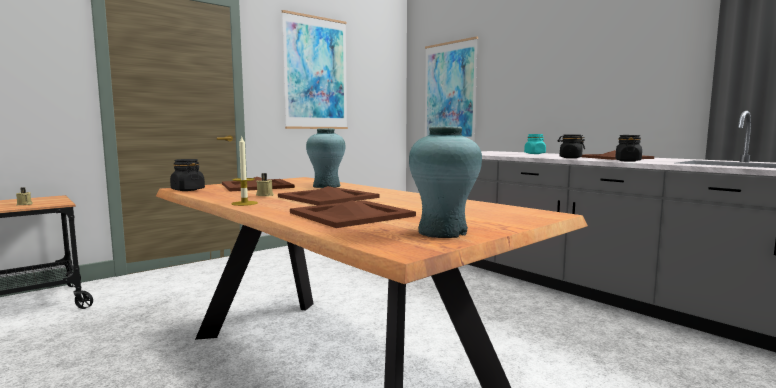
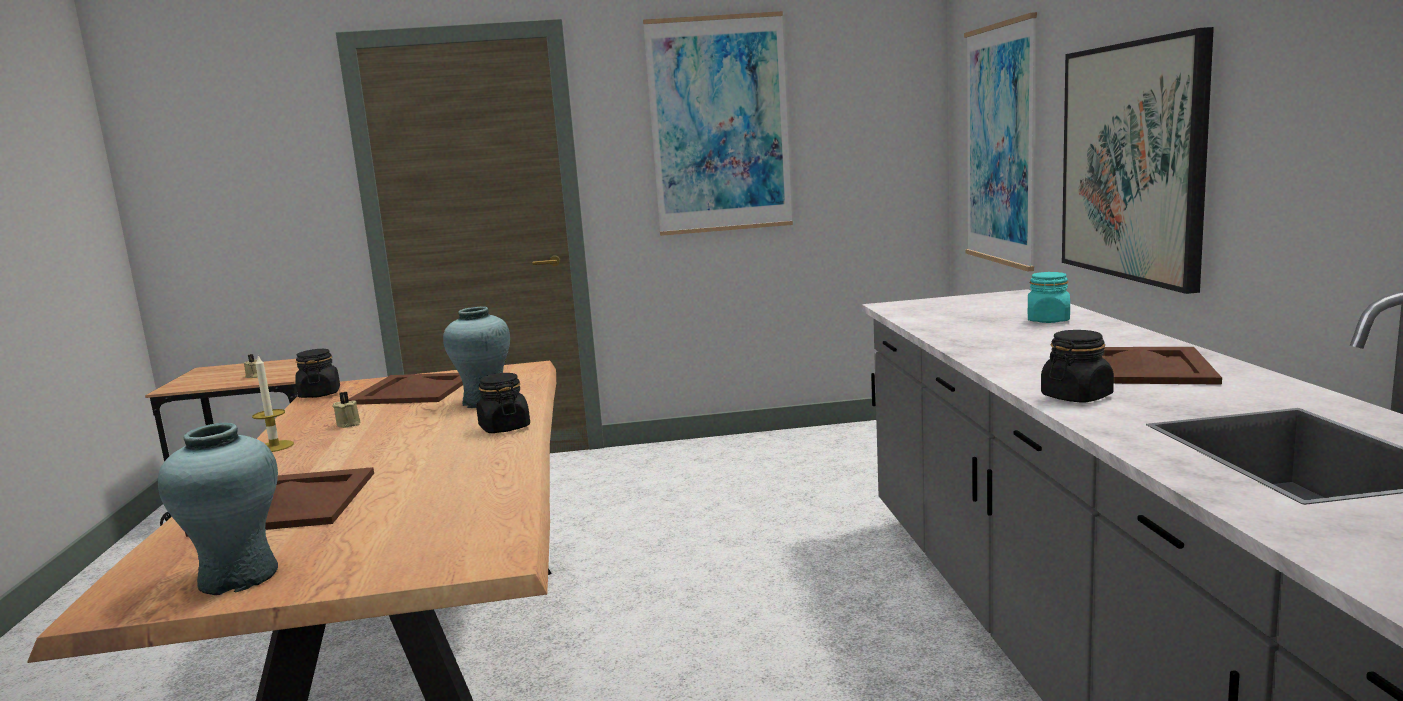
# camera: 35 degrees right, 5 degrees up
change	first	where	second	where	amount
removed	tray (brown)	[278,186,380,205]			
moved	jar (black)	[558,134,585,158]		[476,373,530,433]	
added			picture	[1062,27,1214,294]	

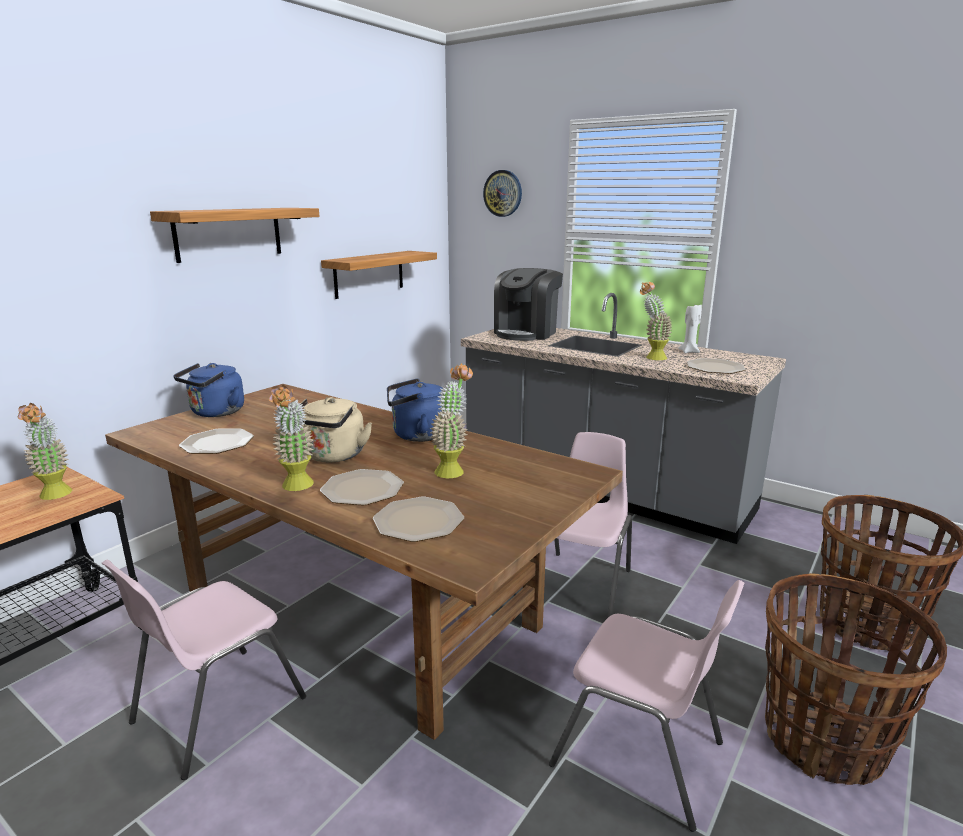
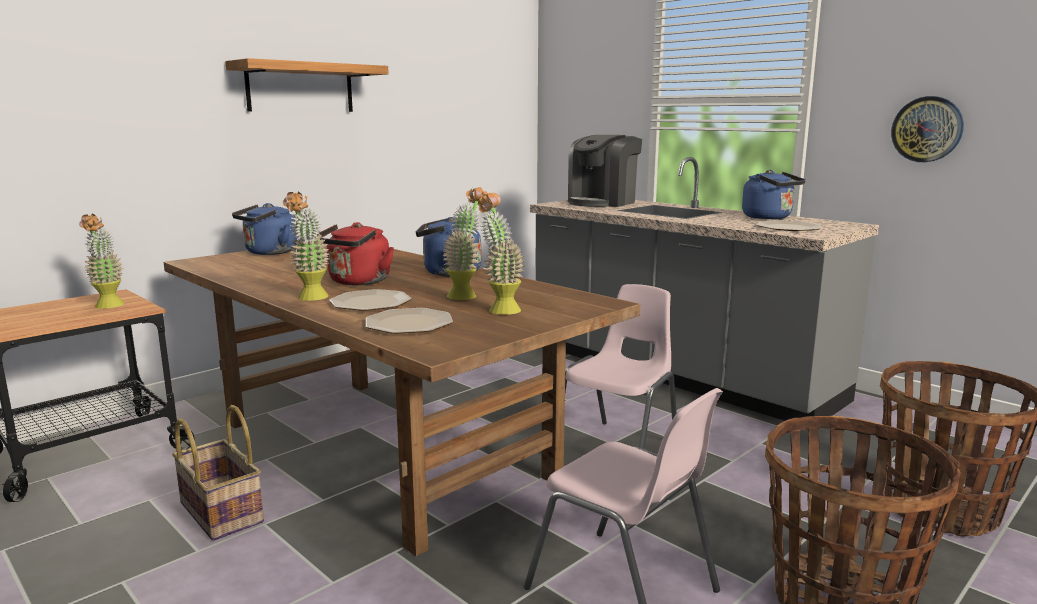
# camera: 10 degrees right, 5 degrees down
change	first	where	second	where	amount
replaced	chair (pink)	[102,560,306,780]	basket	[172,405,264,541]	
removed	plate	[179,429,254,454]			
recoloured	kettle (beige)	[300,397,372,463]	kettle (red)	[319,222,394,285]	
removed	shelf	[321,251,437,299]			
moved	wall clock	[483,170,522,217]		[891,96,964,162]	
moved	potted plant	[640,282,672,360]		[478,192,525,315]	
replaced	candle (white)	[678,303,702,353]	kettle (blue)	[742,170,806,219]	

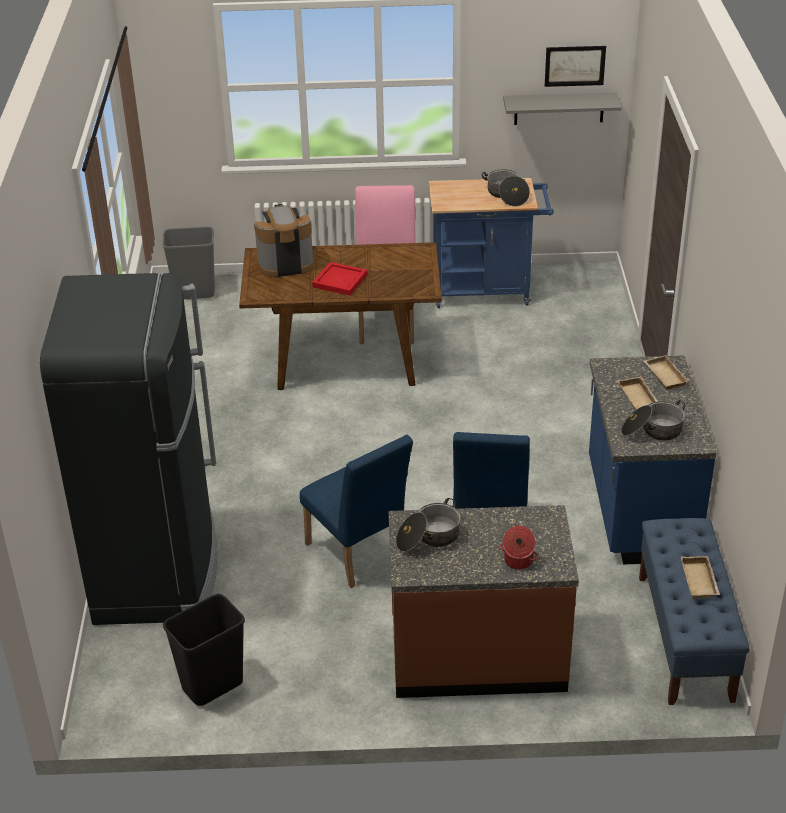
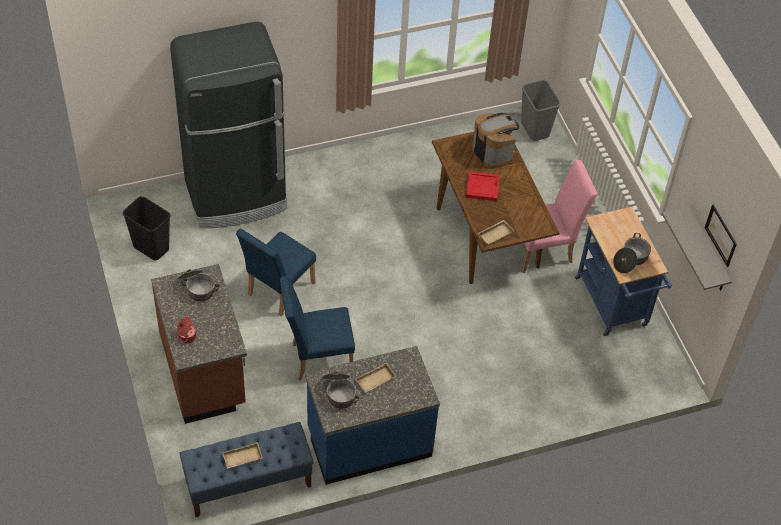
# camera: 70 degrees right, 15 degrees up
change	first	where	second	where	amount
moved	tray (beige)	[644,355,689,390]		[478,220,514,245]	

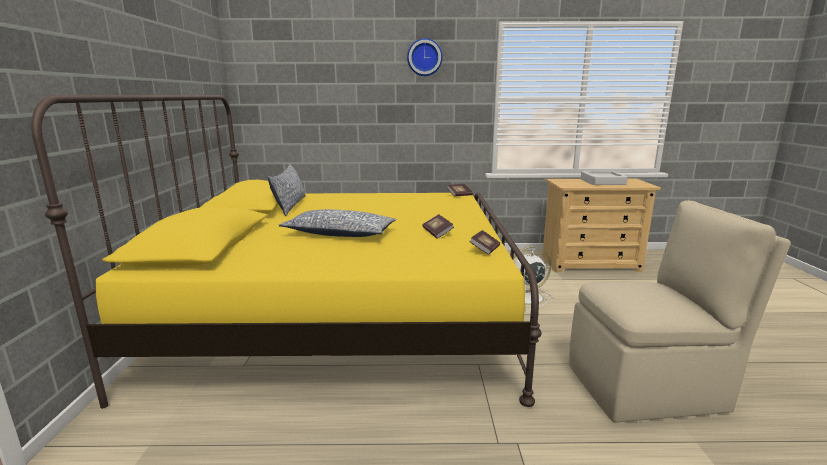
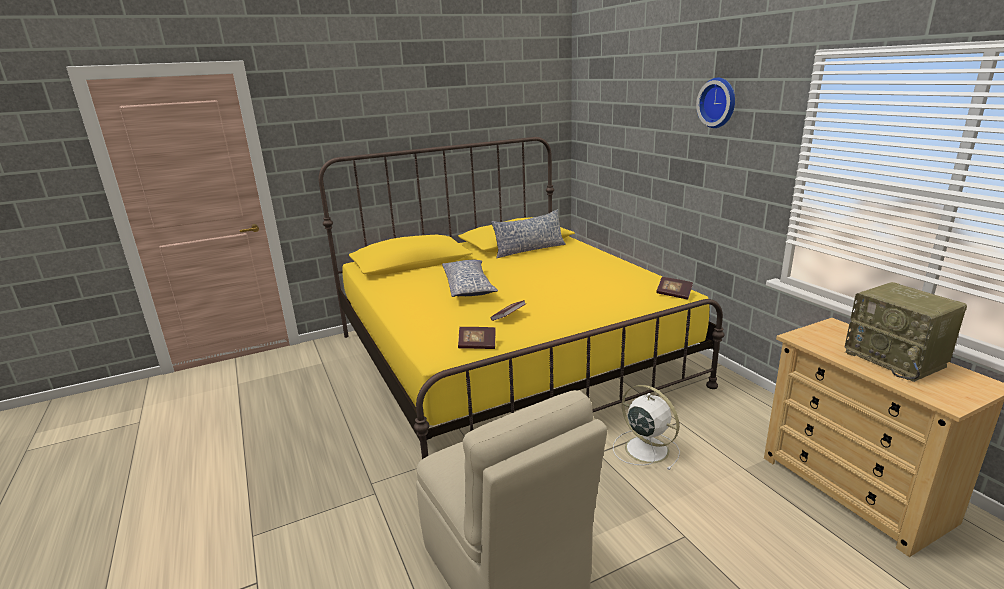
# camera: 65 degrees right, 5 degrees up
change	first	where	second	where	amount
replaced	tray (grey)	[581,171,628,185]	radio	[845,282,967,382]	

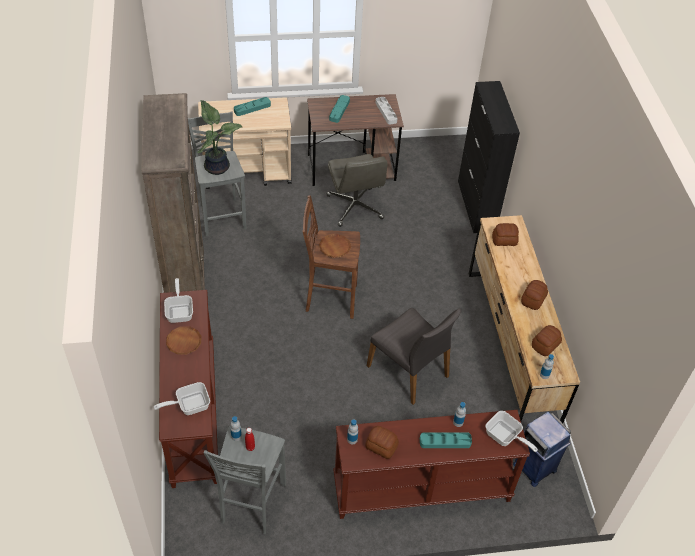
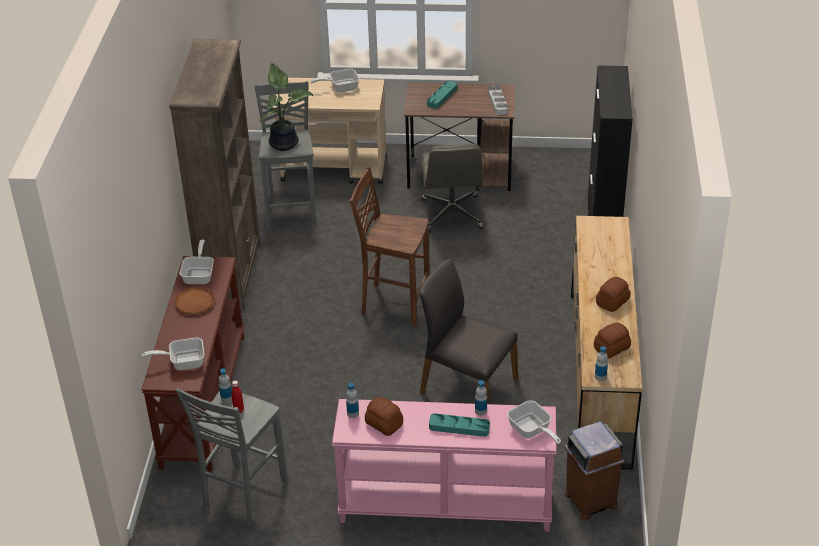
# camera: 15 degrees right, 10 degrees down
change	first	where	second	where	amount
replaced	tray (turquoise)	[234,97,271,116]	frying pan	[310,69,359,92]	
removed	plate (brown)	[319,234,351,258]			
recoloured	console table (brown)	[334,410,530,519]	console table (pink)	[332,399,556,532]	
turned	chair (grey)	[367,308,461,405]		[420,259,518,404]	150 degrees clockwise
removed	bread	[492,223,519,246]			
recoloured	trash can (blue)	[513,412,571,487]	trash can (brown)	[565,421,625,521]	

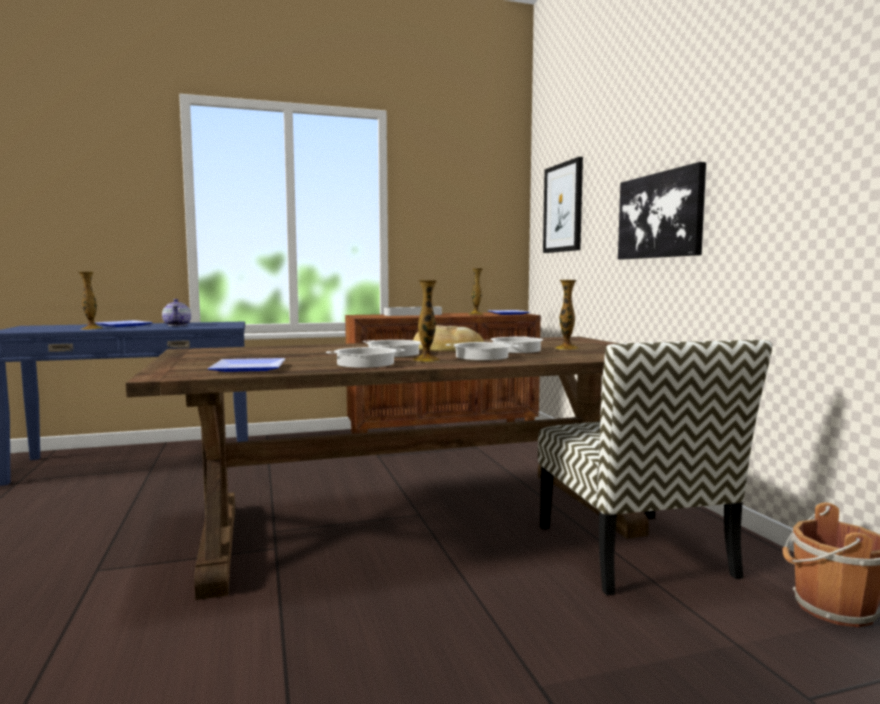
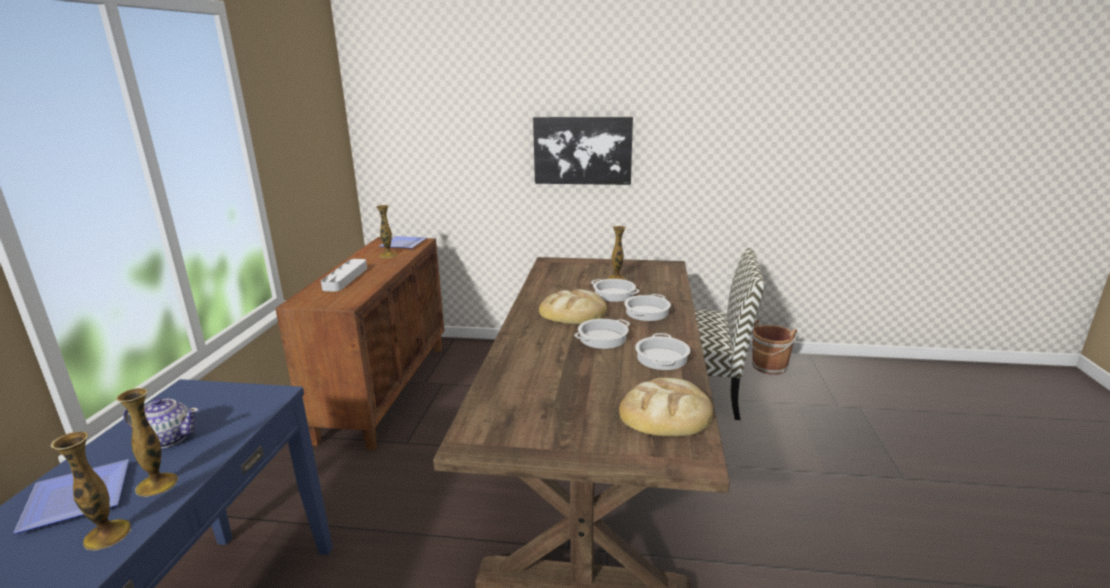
# camera: 65 degrees left, 15 degrees up
change	first	where	second	where	amount
replaced	plate	[208,358,286,372]	bread	[619,377,713,436]	
moved	vase	[412,280,440,362]		[116,388,178,497]	
removed	picture	[543,157,583,253]			

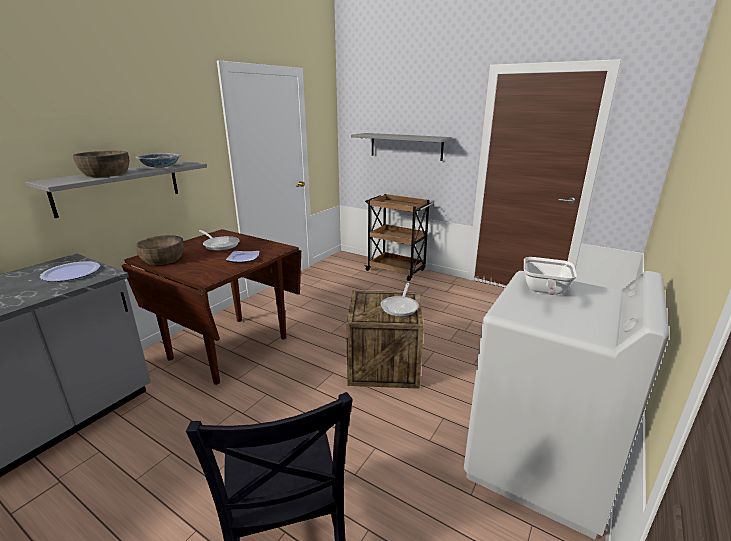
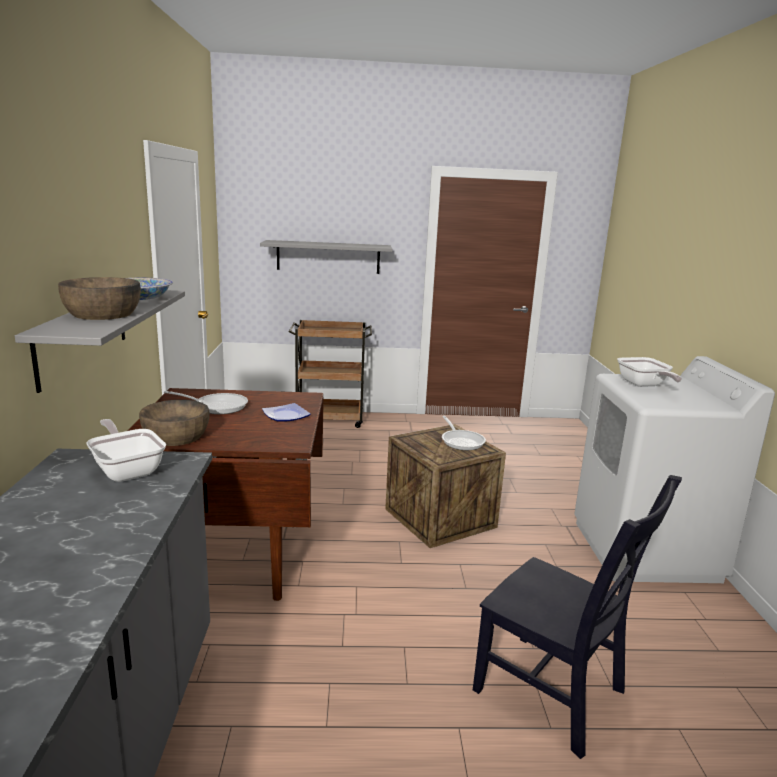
# camera: 35 degrees left, 5 degrees down
change	first	where	second	where	amount
replaced	plate	[40,261,100,282]	frying pan	[86,419,166,482]	

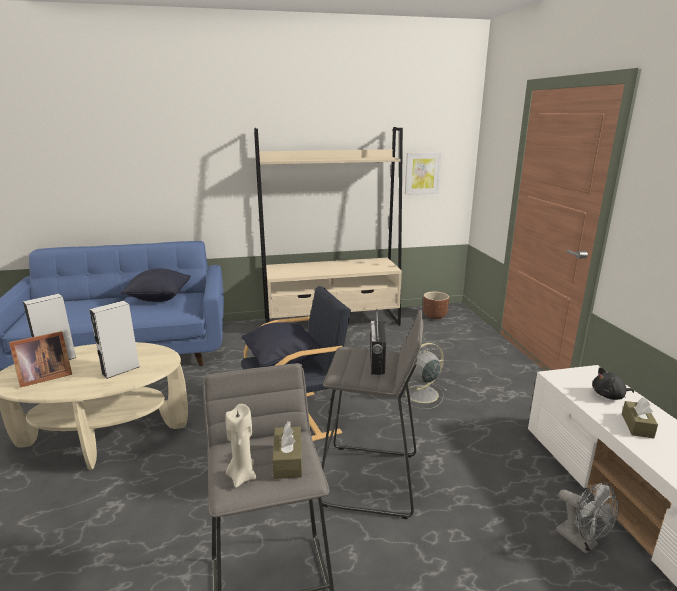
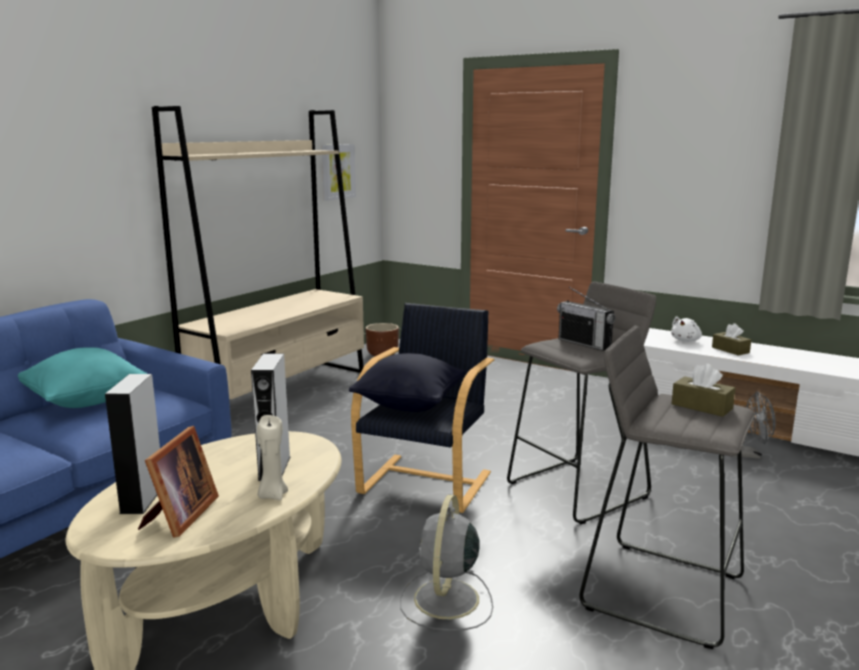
# camera: 45 degrees left, 5 degrees down
change	first	where	second	where	amount
recoloured	pillow (black)	[121,269,191,302]	pillow (turquoise)	[18,347,147,408]	
moved	candle (beige)	[225,404,256,488]		[257,415,288,500]	
moved	fan (grey)	[401,343,448,409]		[400,495,493,631]	
recoloured	plush toy (black)	[592,367,634,400]	plush toy (white)	[671,316,702,342]	

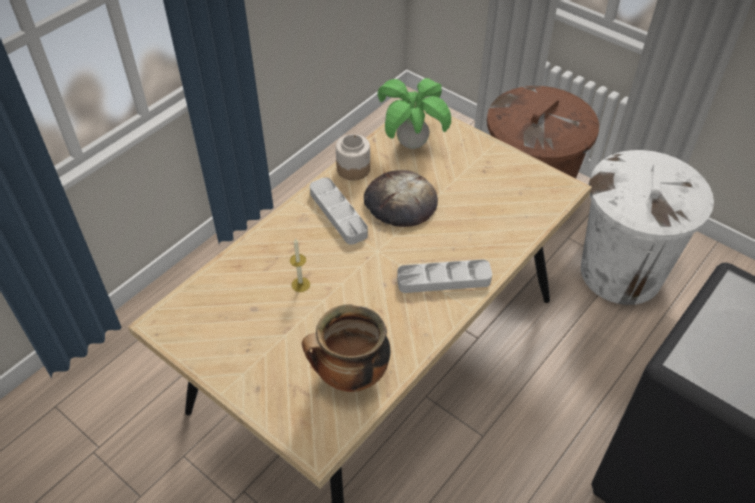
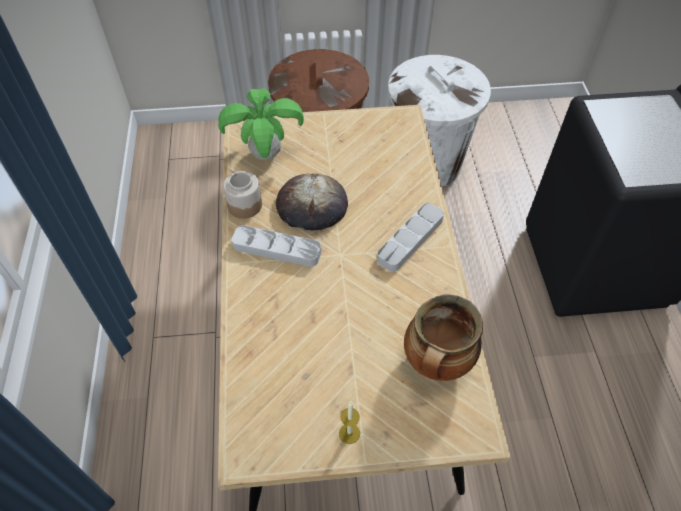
# camera: 45 degrees left, 5 degrees up
change	first	where	second	where	amount
moved	candle	[290,238,310,292]		[339,401,360,444]	

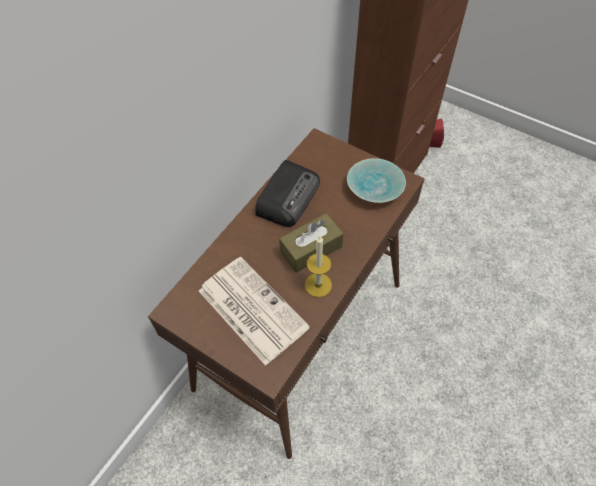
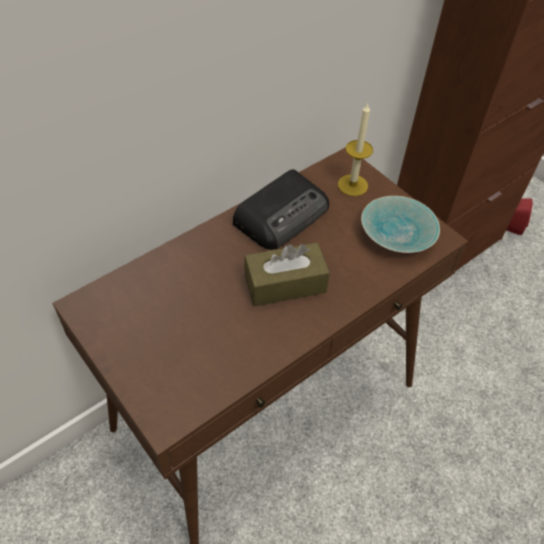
# camera: 15 degrees right, 5 degrees down
change	first	where	second	where	amount
removed	newspaper	[199,257,310,366]			
moved	candle	[305,236,332,297]		[338,103,373,196]	

